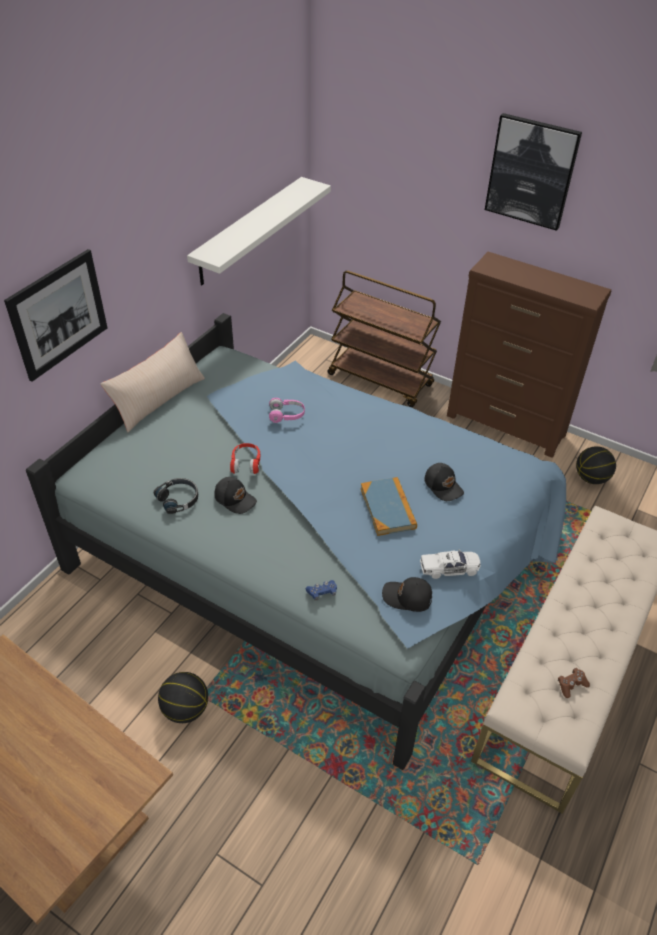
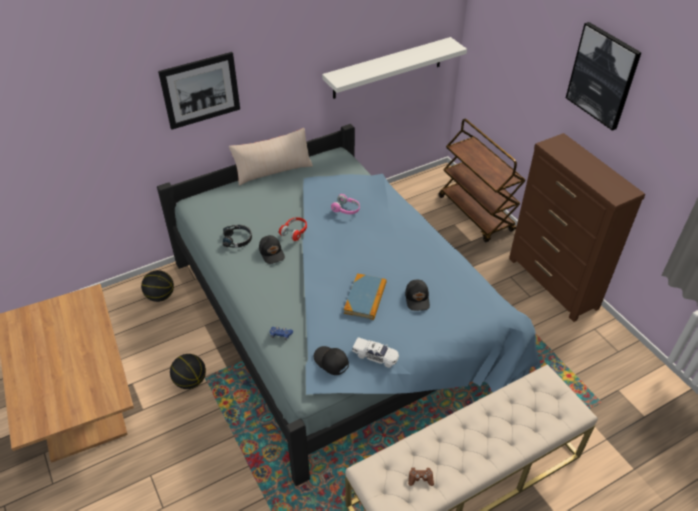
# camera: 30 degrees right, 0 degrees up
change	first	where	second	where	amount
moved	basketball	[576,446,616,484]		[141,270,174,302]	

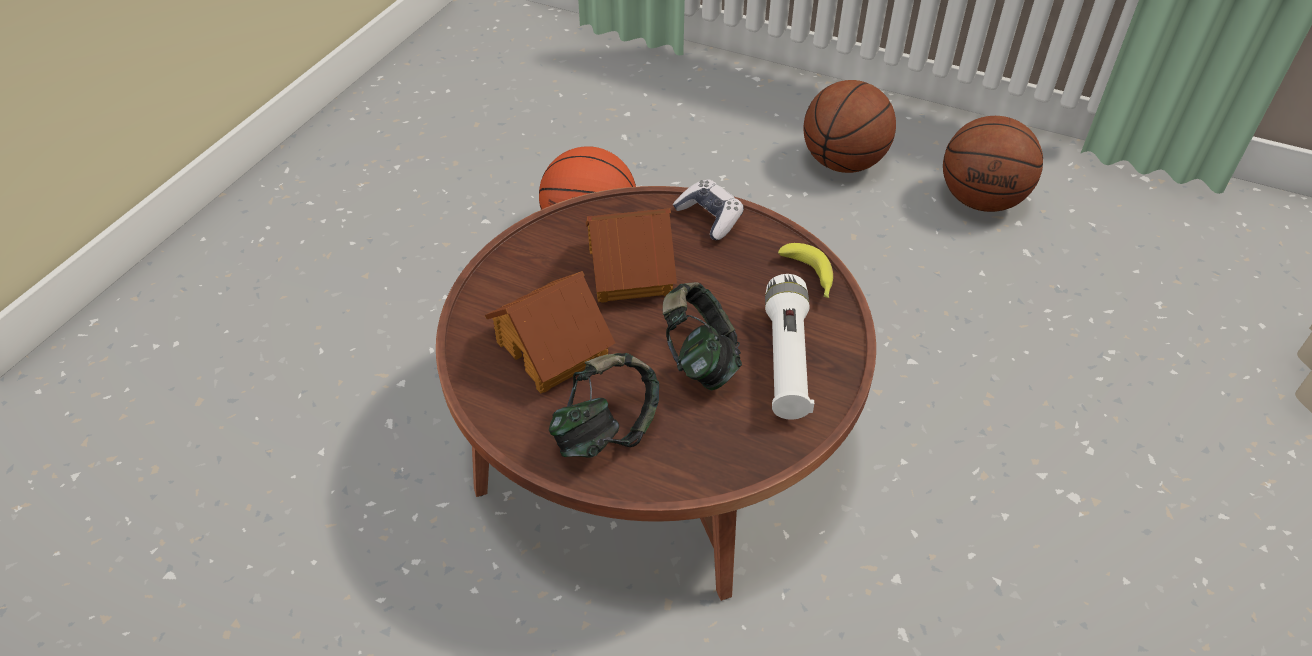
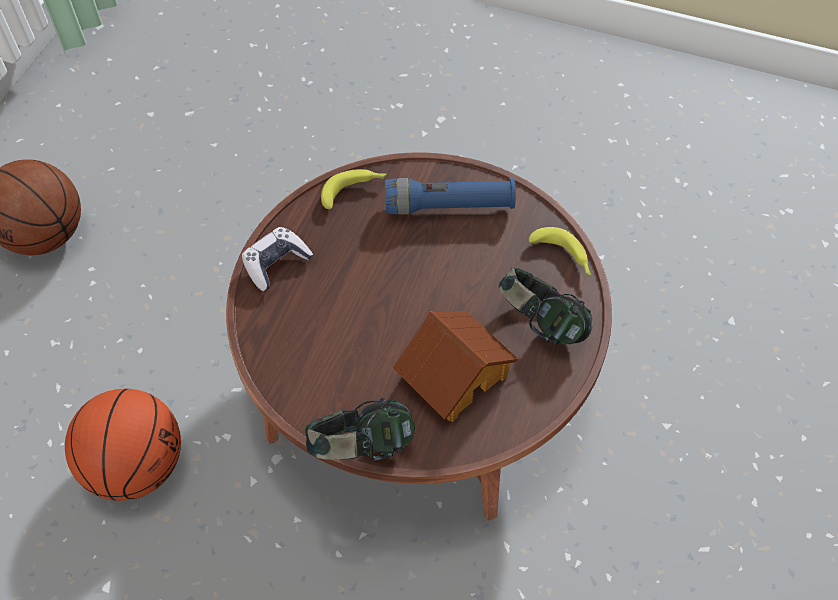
# camera: 95 degrees left, 10 degrees up
change	first	where	second	where	amount
removed	toy house	[586,208,677,303]			
moved	headphones	[663,282,742,390]		[305,398,415,461]	
recoloured	flashlight (white)	[765,274,814,420]	flashlight (blue)	[385,177,516,215]	
removed	basketball	[943,116,1043,212]			
added			banana	[529,227,591,275]	

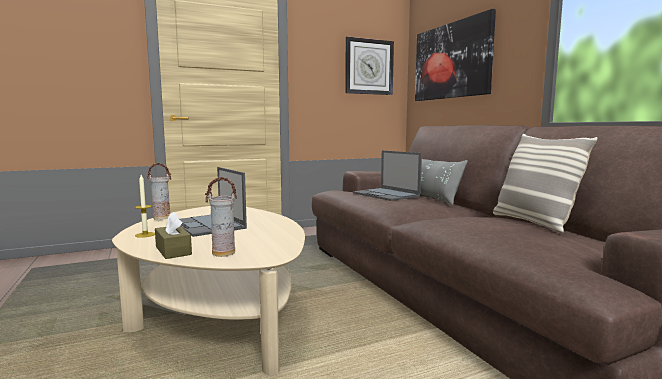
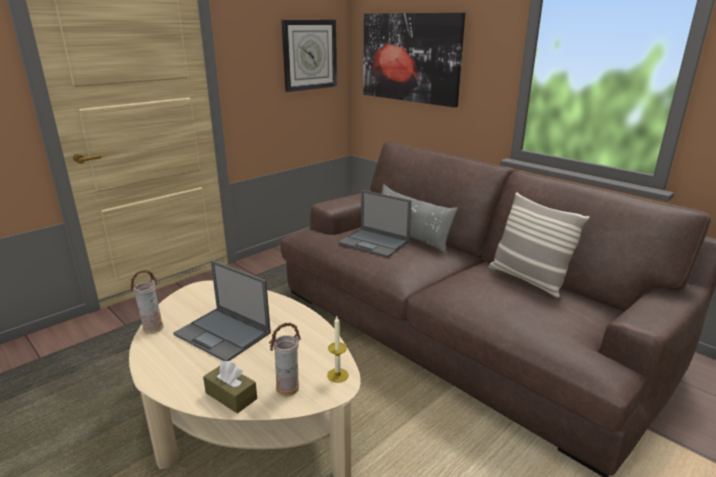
# camera: 20 degrees left, 15 degrees up
change	first	where	second	where	amount
moved	candle	[134,175,155,238]		[327,316,349,383]	

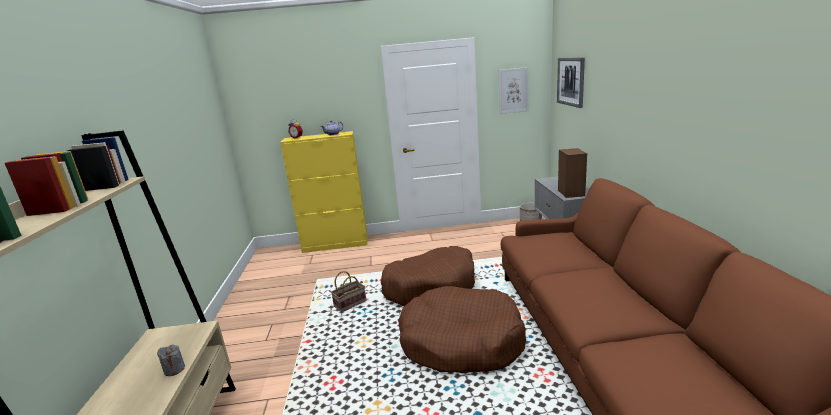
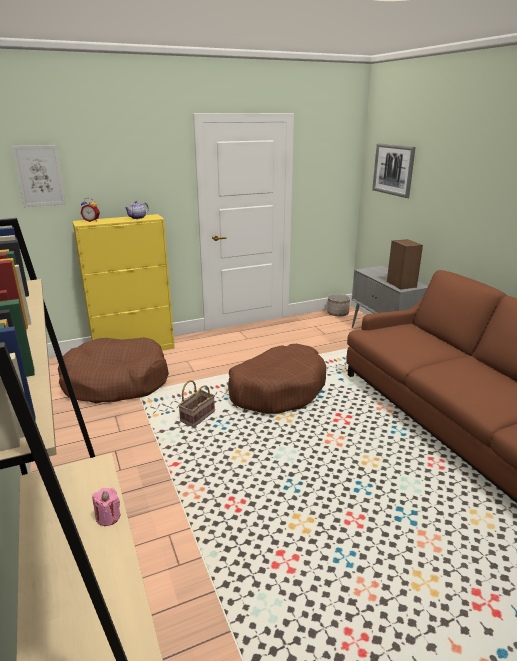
# camera: 20 degrees left, 5 degrees up
change	first	where	second	where	amount
recoloured	candle (grey)	[157,345,185,376]	candle (pink)	[92,488,120,526]	
moved	dog bed (brown)	[398,286,526,373]		[58,337,169,403]	
moved	picture	[499,67,529,114]		[12,145,66,207]	

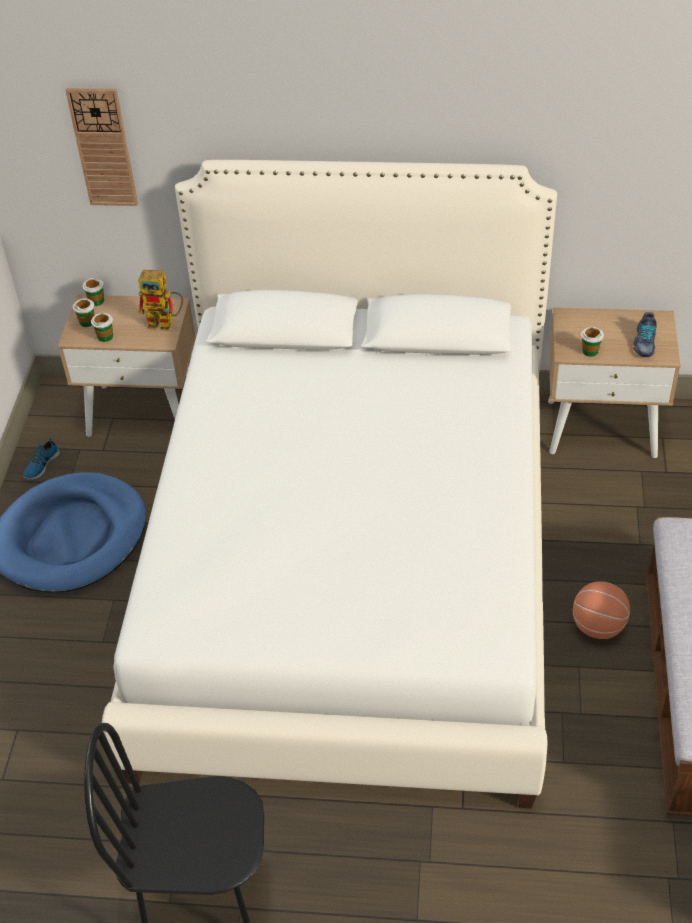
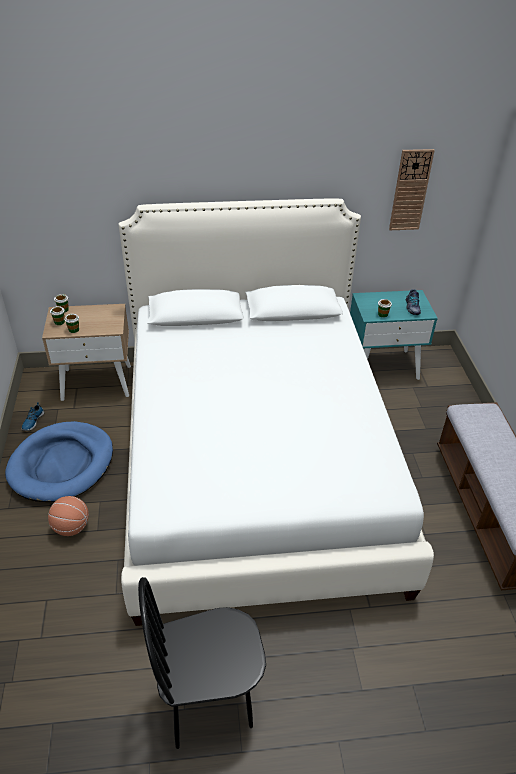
# camera: 15 degrees left, 5 degrees down
change	first	where	second	where	amount
moved	wall clock	[65,88,138,206]		[389,149,435,230]	
removed	toy robot	[138,270,183,330]			
recoloured	nightstand (beige)	[548,308,681,458]	nightstand (turquoise)	[350,290,438,380]	
moved	basketball	[573,581,630,639]		[48,496,89,536]	

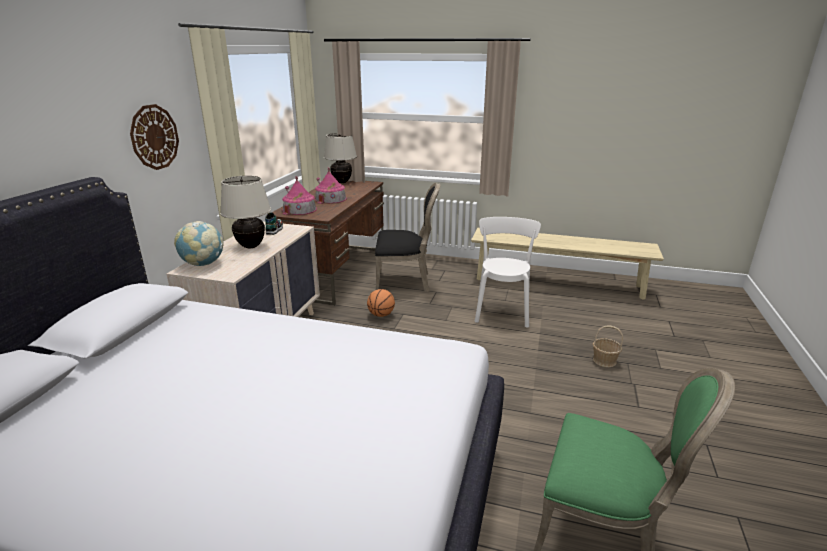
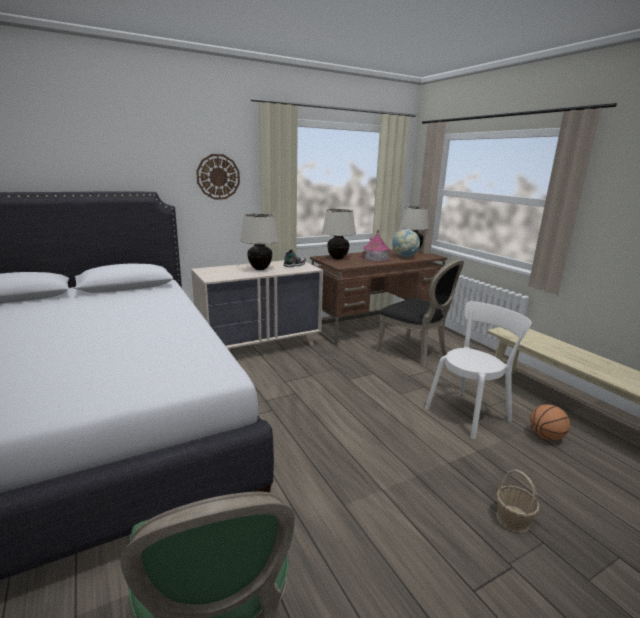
# camera: 45 degrees right, 5 degrees down
change	first	where	second	where	amount
moved	globe	[174,221,224,266]		[392,229,420,257]	
replaced	toy house	[282,176,317,215]	table lamp (beige)	[322,209,356,260]	
moved	basketball	[367,289,395,317]		[530,405,570,441]	

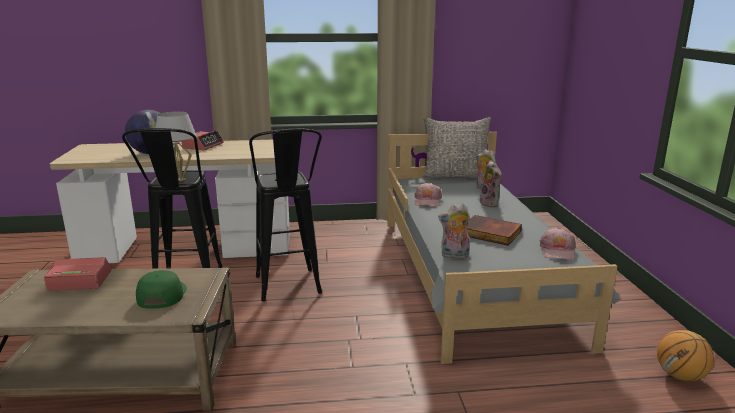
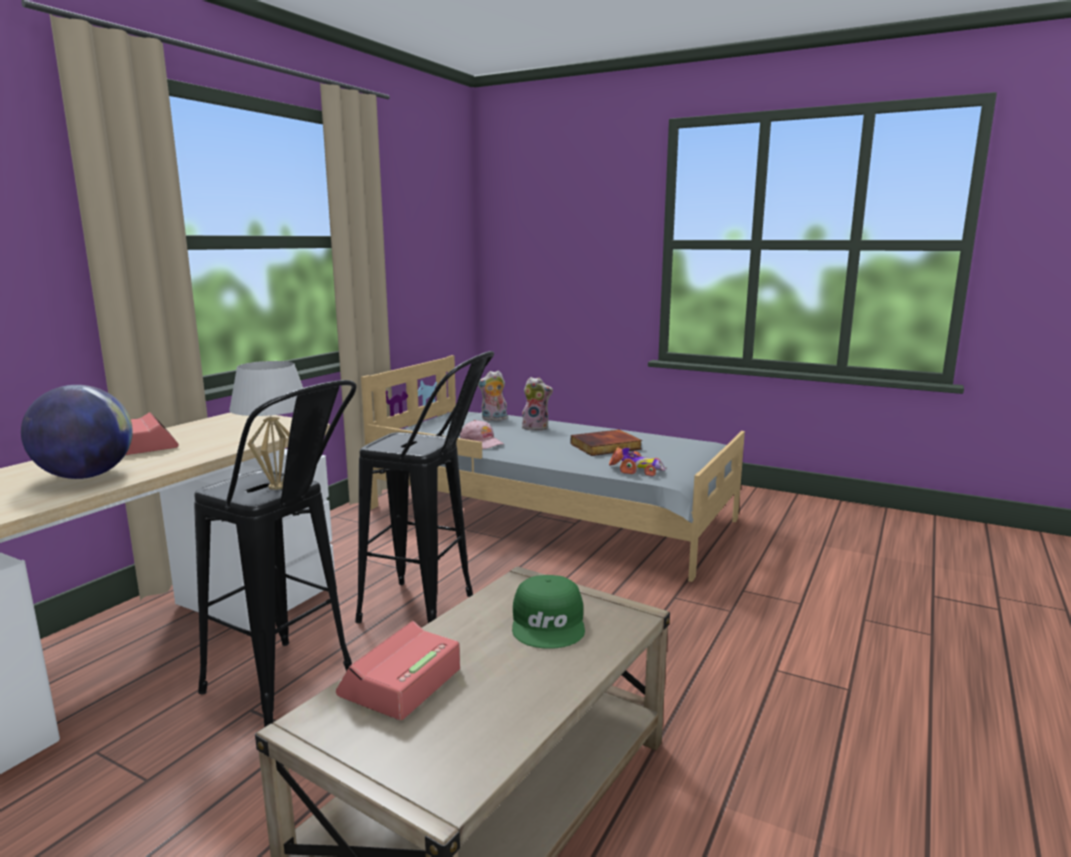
# camera: 55 degrees left, 5 degrees down
change	first	where	second	where	amount
turned	cap (green)	[136,270,187,309]		[512,575,585,649]	120 degrees counterclockwise
removed	pillow (grey)	[422,117,491,178]			
replaced	plush toy	[438,203,470,259]	toy car	[609,446,667,476]	
removed	cap (pink)	[540,228,576,260]			
removed	basketball	[657,330,714,381]			

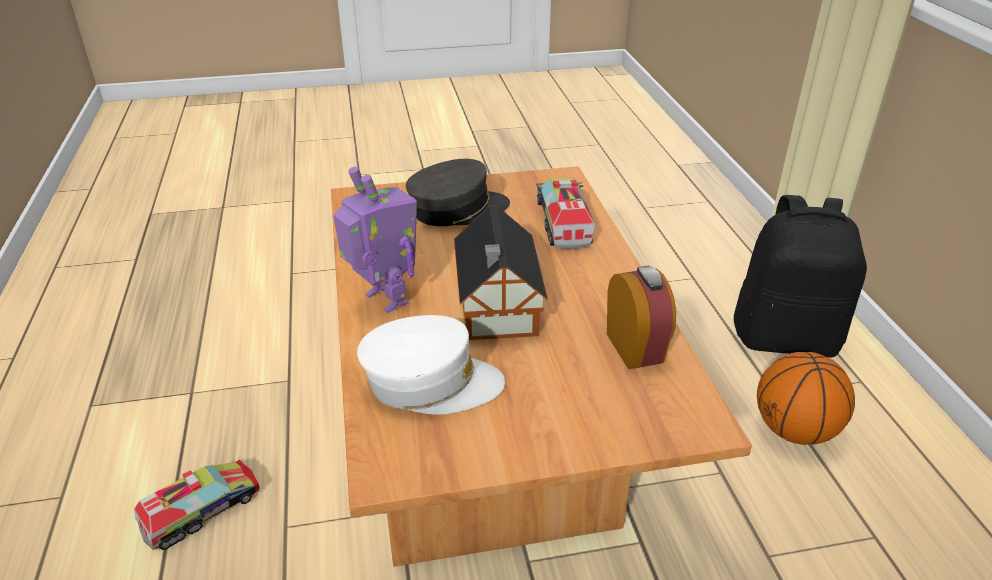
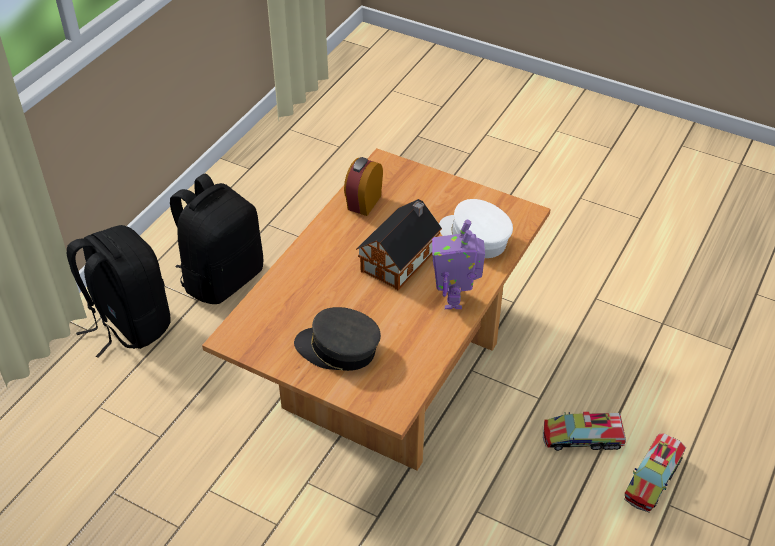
# camera: 140 degrees left, 10 degrees up
change	first	where	second	where	amount
moved	toy truck	[536,177,595,249]		[625,433,686,513]	
replaced	basketball	[757,352,855,445]	backpack (black)	[170,173,263,304]	

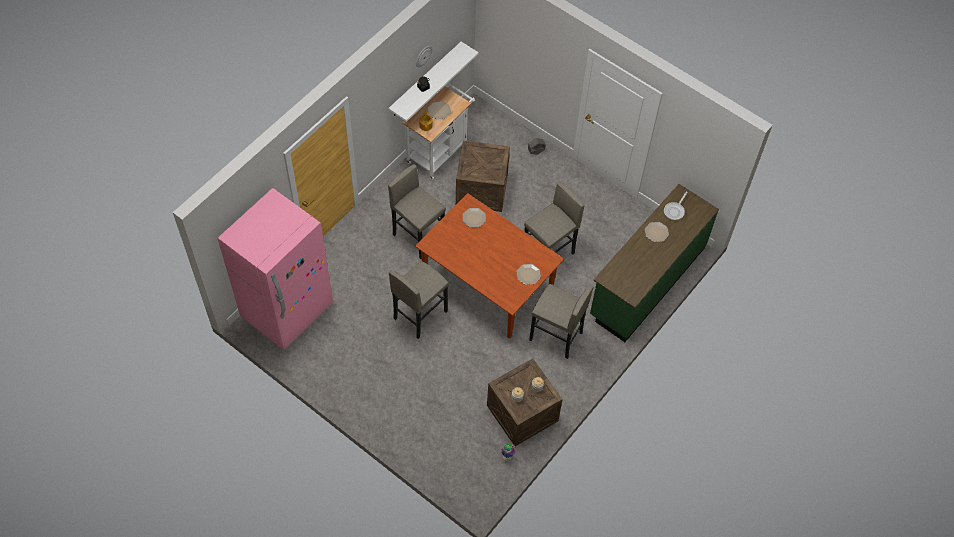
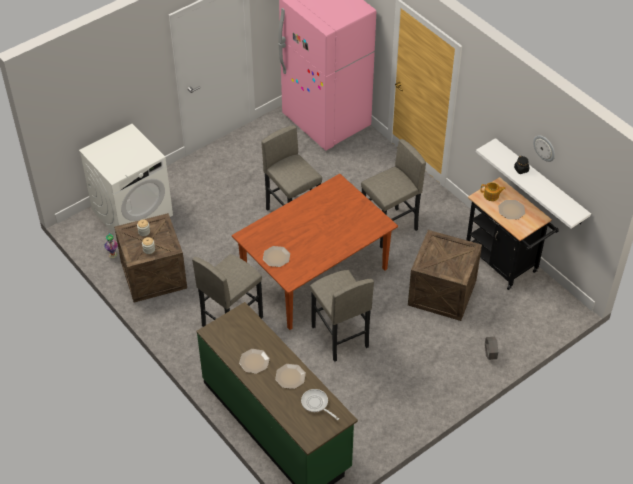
# camera: 105 degrees right, 10 degrees down
change	first	where	second	where	amount
recoloured	cart (white)	[402,82,475,180]	cart (black)	[466,177,559,290]	
moved	plate	[463,208,486,227]		[239,349,270,374]	
added			washing machine (white)	[79,124,173,236]	

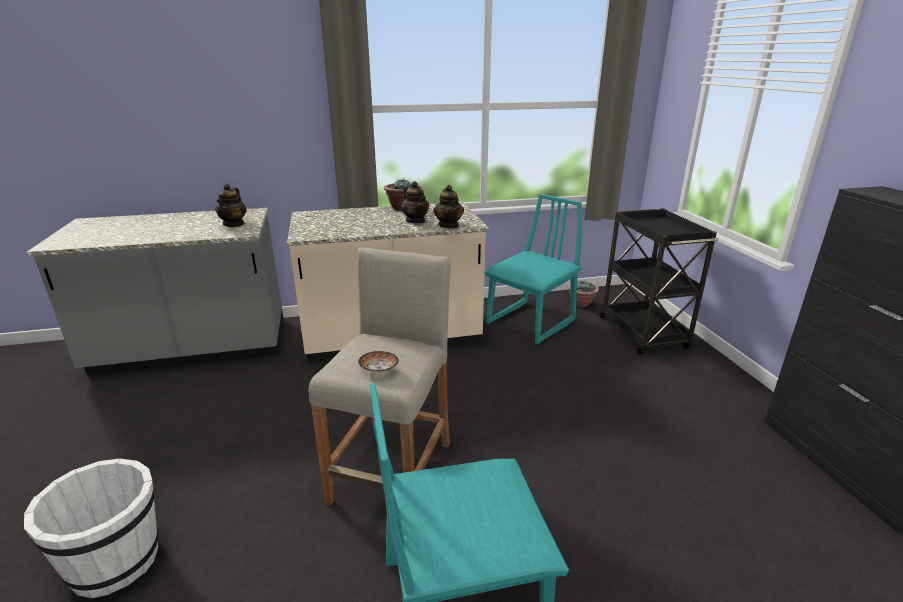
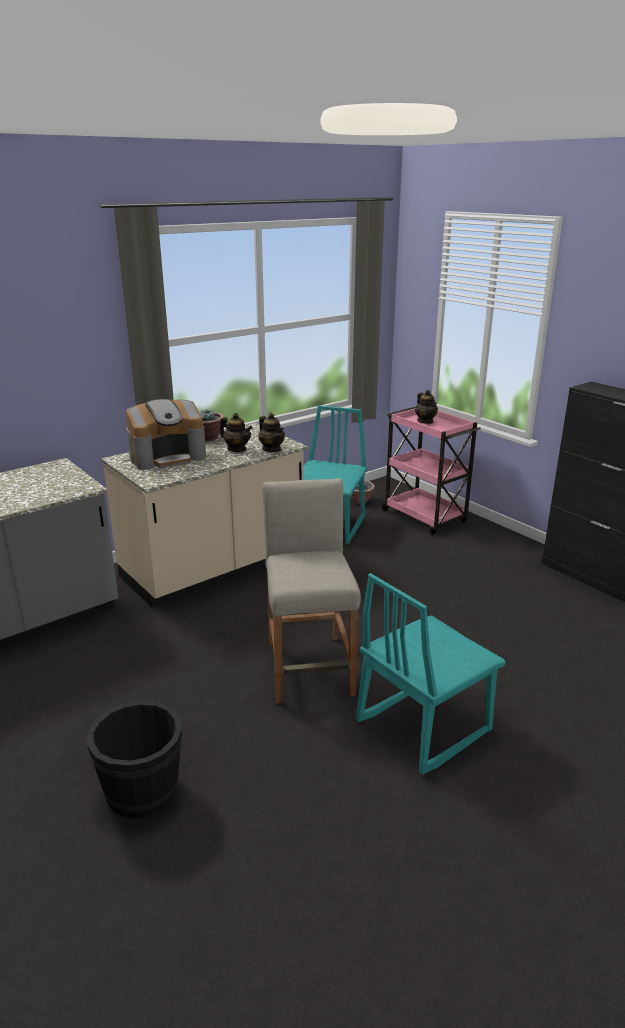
# camera: 25 degrees left, 0 degrees up
change	first	where	second	where	amount
recoloured	bucket (white)	[24,458,158,598]	bucket (black)	[87,701,182,819]	
moved	teapot	[215,184,247,227]		[415,390,438,424]	
removed	bowl	[358,351,398,373]			
recoloured	cart (black)	[599,208,718,355]	cart (pink)	[381,407,481,535]	
added			coffee machine	[126,399,206,470]	

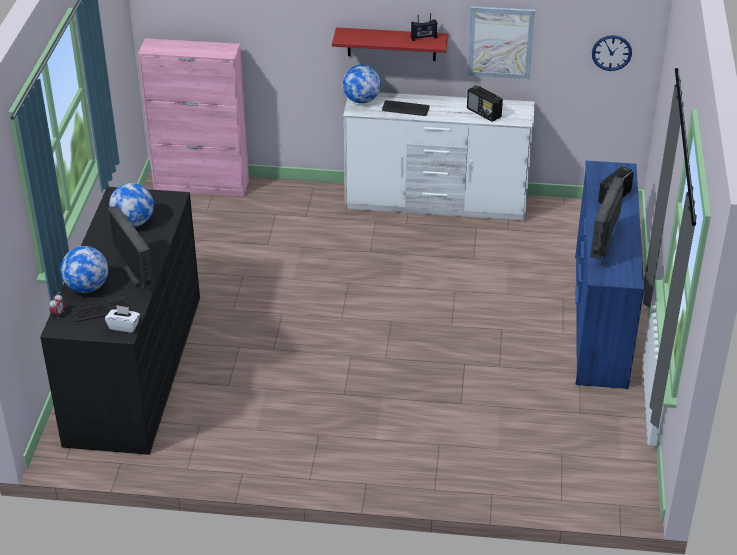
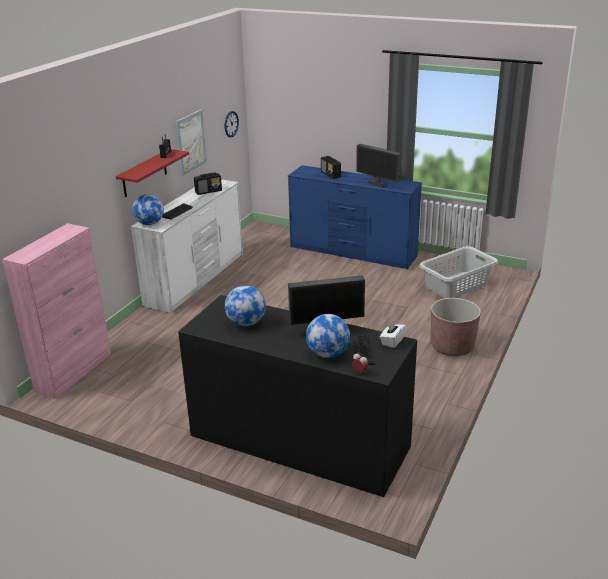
# camera: 70 degrees left, 10 degrees down
change	first	where	second	where	amount
added			laundry basket (grey)	[419,246,498,298]	
added			planter (brown)	[431,298,481,356]	

